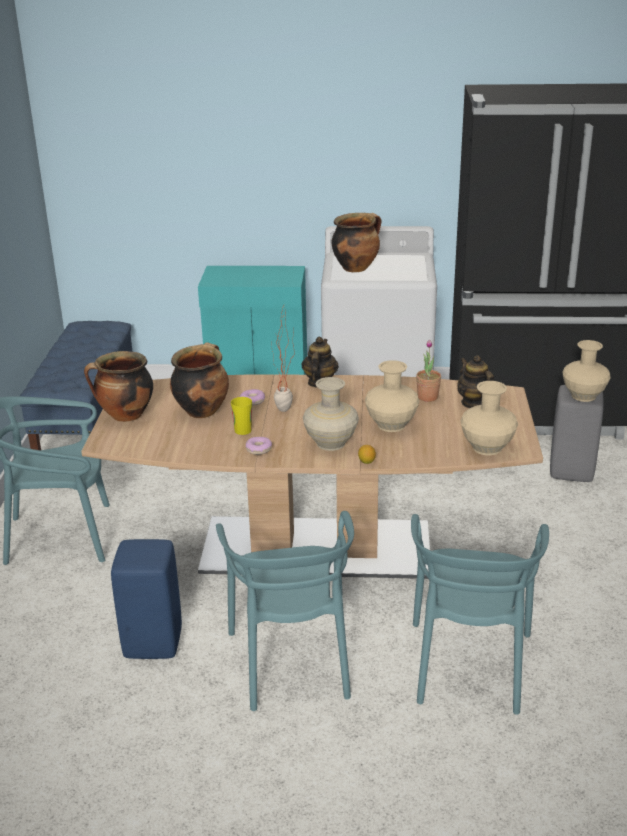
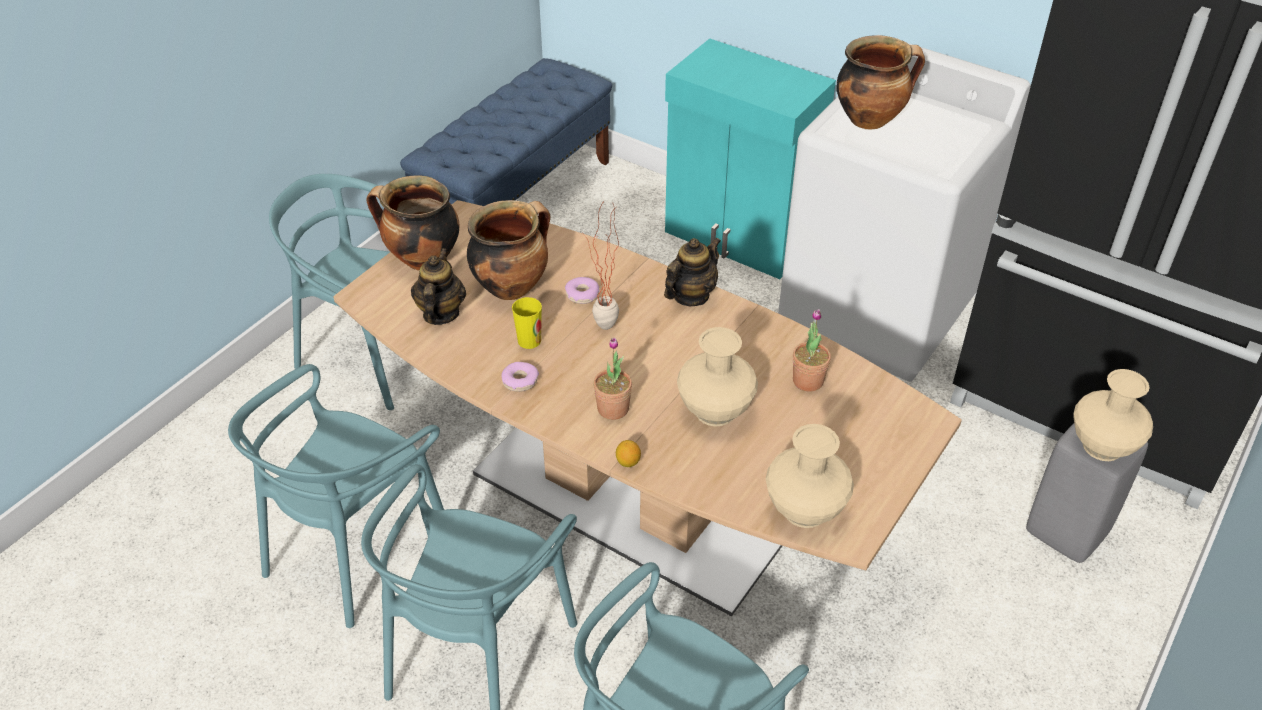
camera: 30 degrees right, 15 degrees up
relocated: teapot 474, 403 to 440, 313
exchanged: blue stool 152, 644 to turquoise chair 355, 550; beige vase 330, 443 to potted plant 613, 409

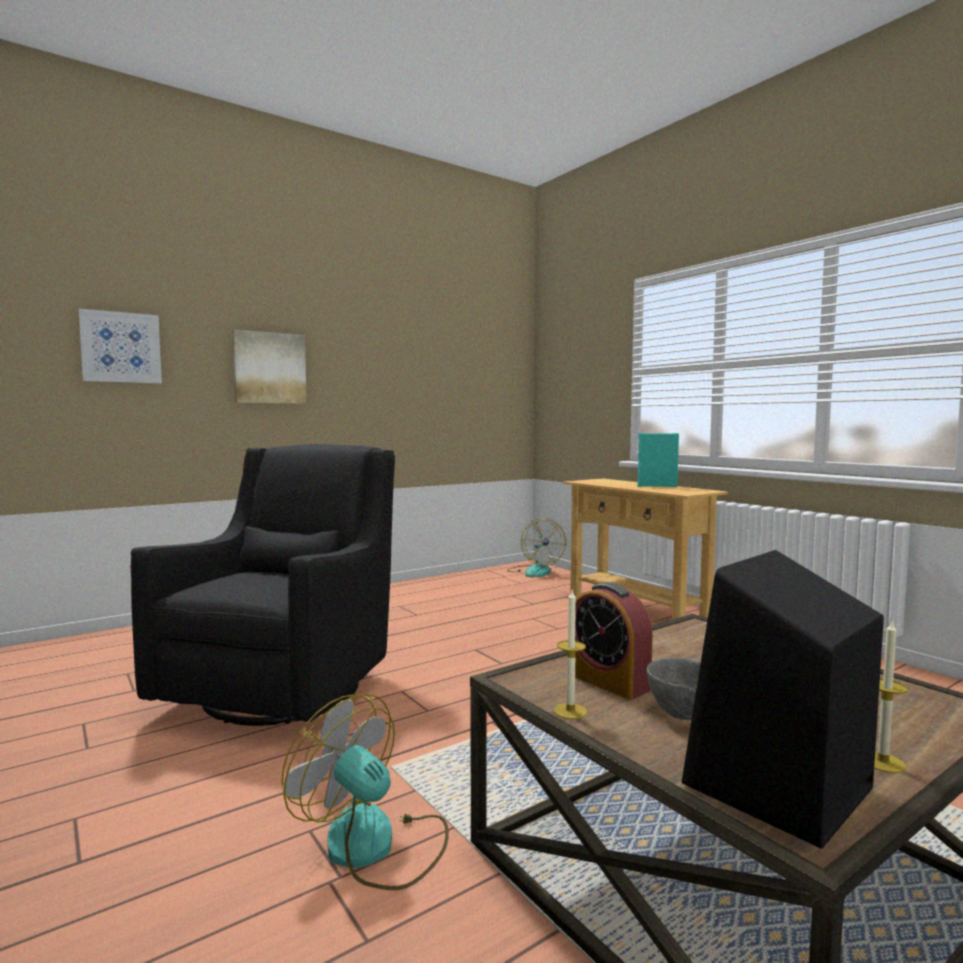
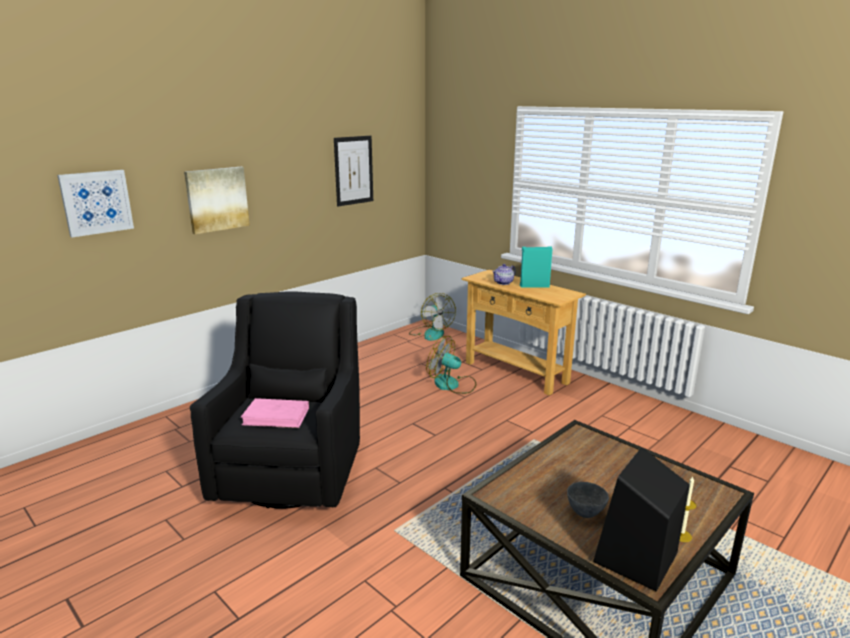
camera: 10 degrees left, 15 degrees up
missing: candle 570, 711; alarm clock 608, 681
appeared: pink book 276, 416; picture 353, 170; teapot 503, 283
relocated: fan 374, 846 to 452, 385

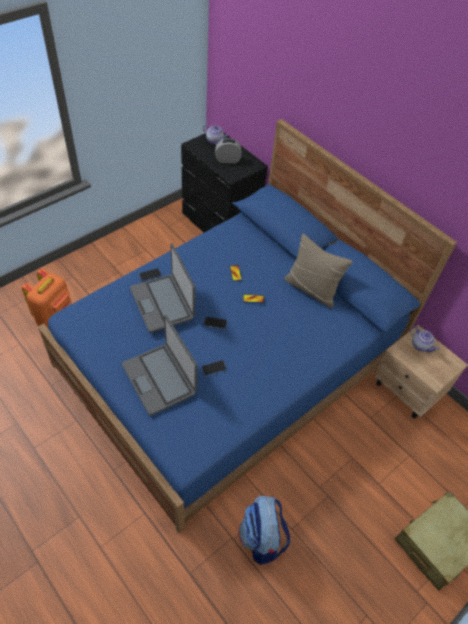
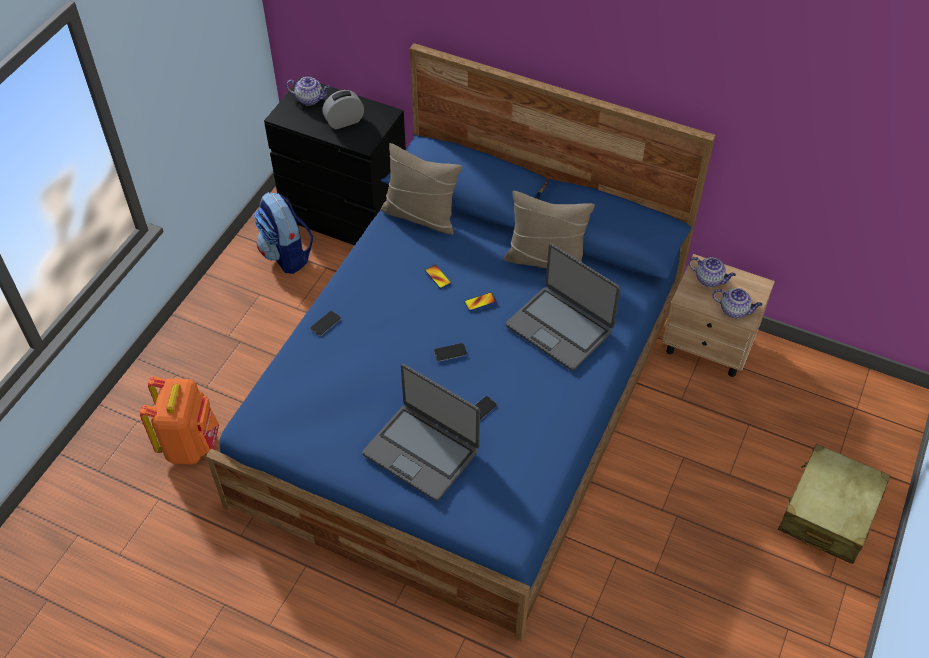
camera: 20 degrees left, 0 degrees up
appeared: beige pillow 421, 215; teapot 734, 310
relocated: laptop 162, 303 to 560, 328; backpack 262, 538 to 287, 255

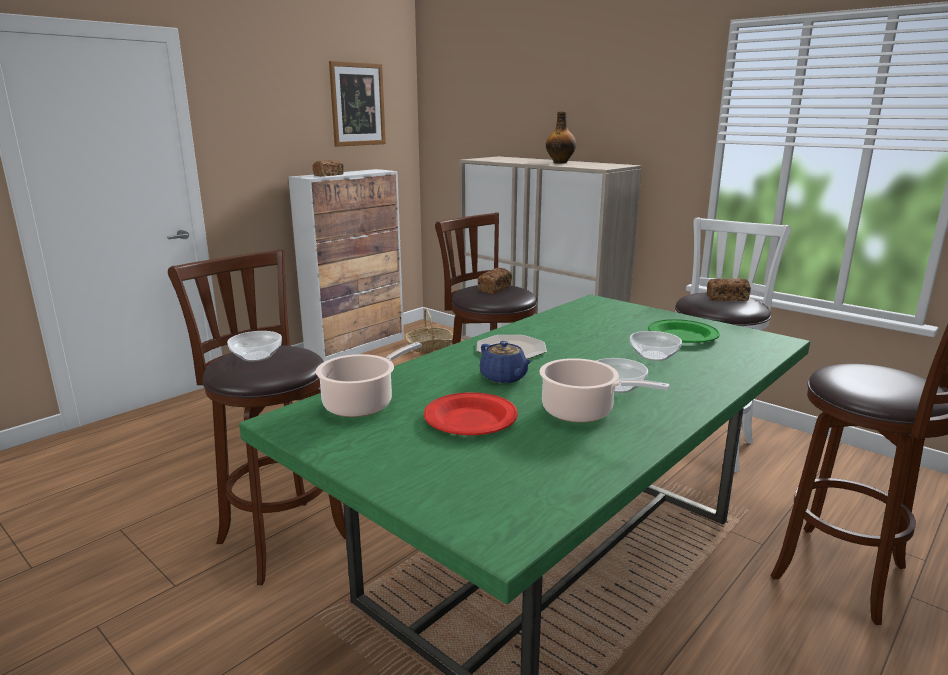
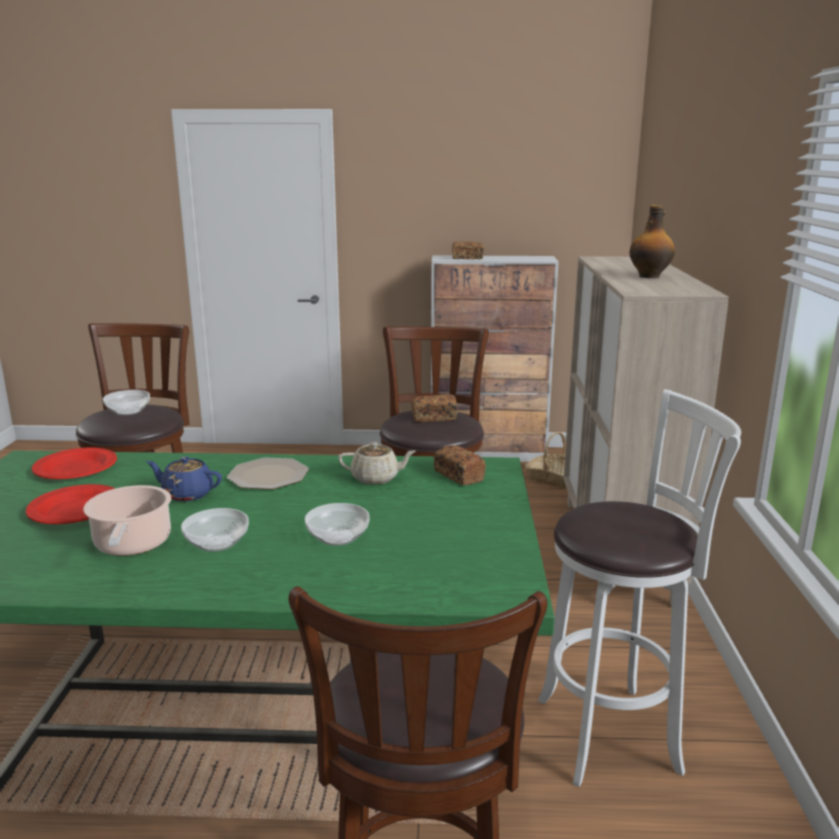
camera: 50 degrees right, 0 degrees up
missing: picture 357, 104; green plate 682, 336
appeared: beige teapot 376, 478
relocated: bread 727, 298 to 458, 475
exchanged: cooking pot 362, 404 to red plate 76, 468
spun: blue teapot 504, 377 = 187, 494 90 degrees clockwise

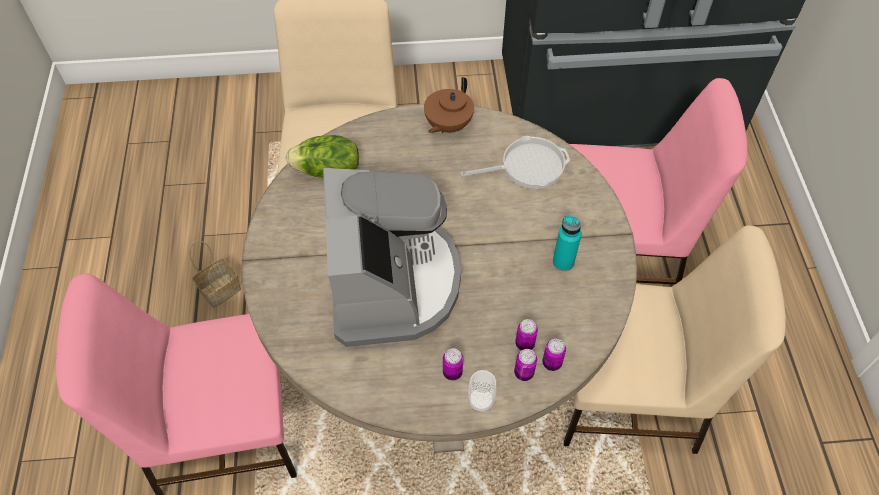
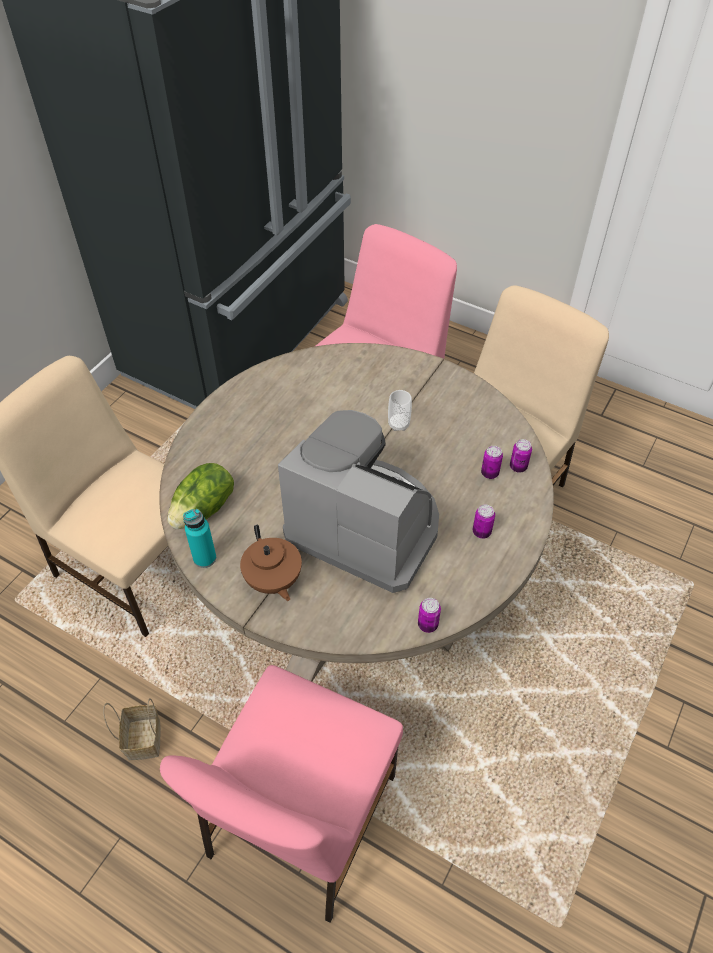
camera: 55 degrees left, 5 degrees down
missing: frying pan 527, 167
relocated: brown teapot 447, 125 to 273, 581; cup 481, 401 to 398, 424; can 524, 373 to 427, 624; turquoise bottle 563, 262 to 204, 558

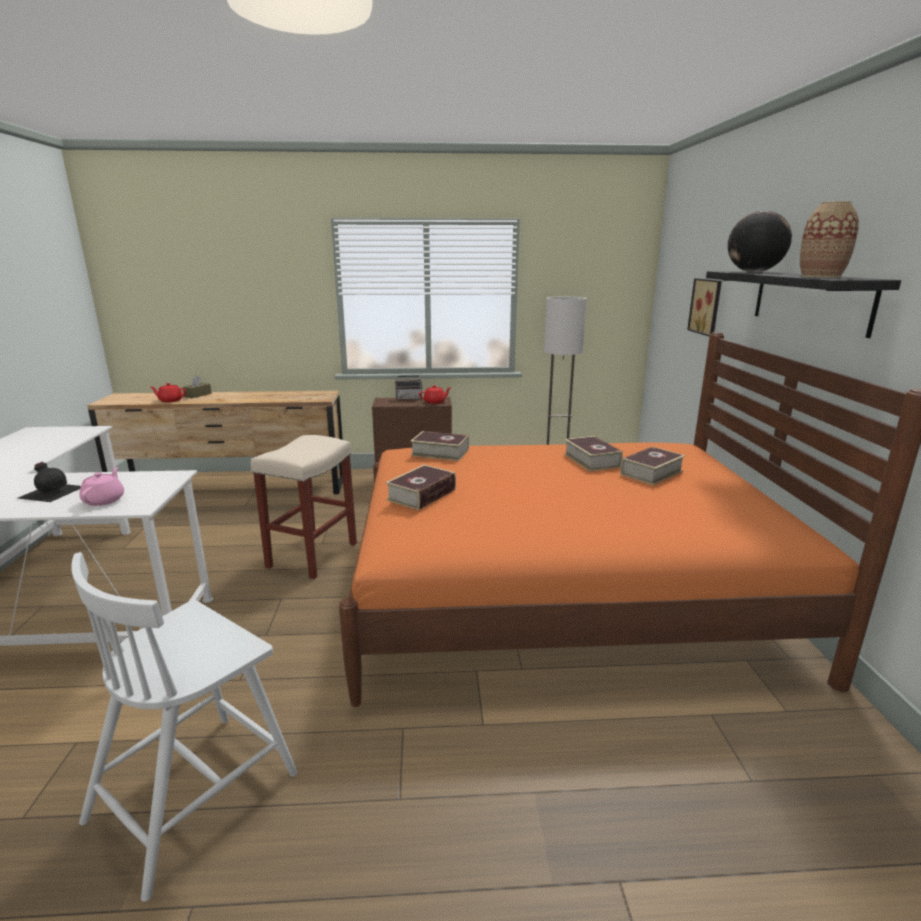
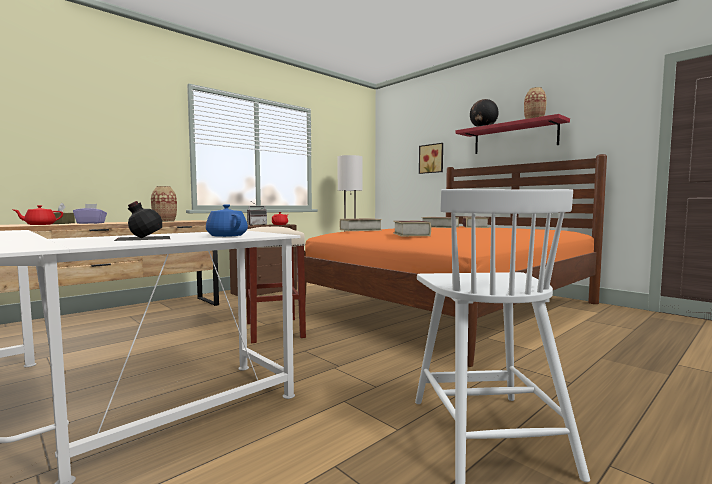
camera: 40 degrees left, 15 degrees down
appeared: purple tissue box 91, 223; vase 165, 221
colour: pink teapot 105, 500 to blue teapot 227, 236; black shelf 809, 300 to red shelf 514, 138

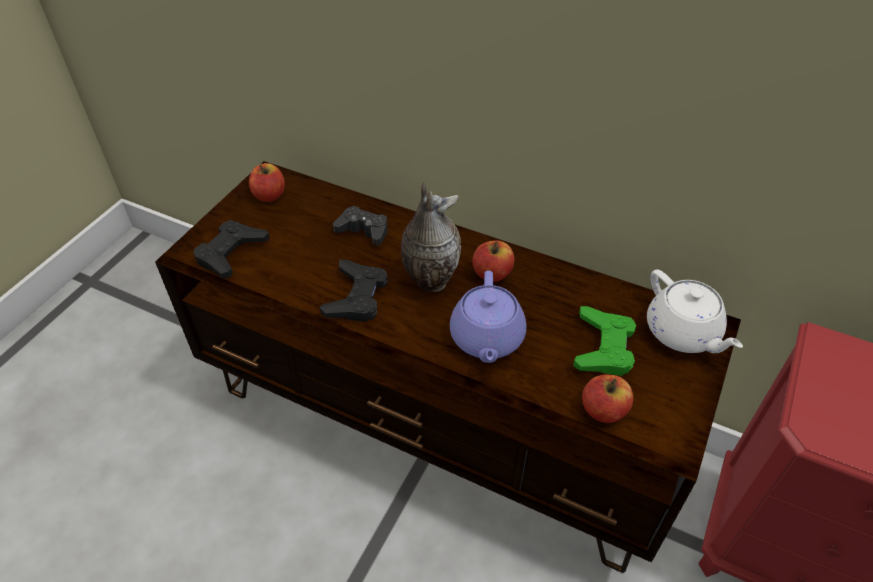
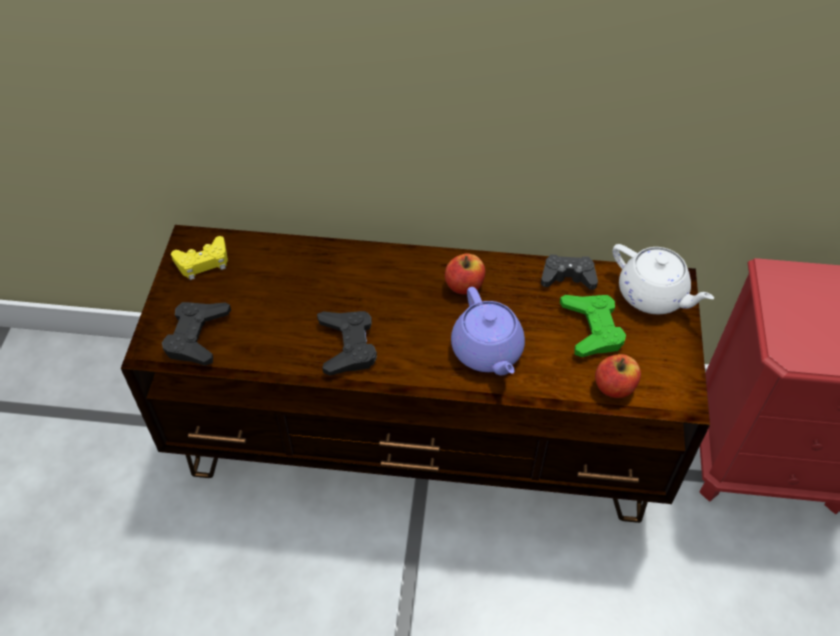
camera: 20 degrees left, 5 degrees up
missing: vase 429, 280
relocated: black game controller 363, 230 to 568, 277
exchanged: apple 269, 195 to yellow game controller 203, 262

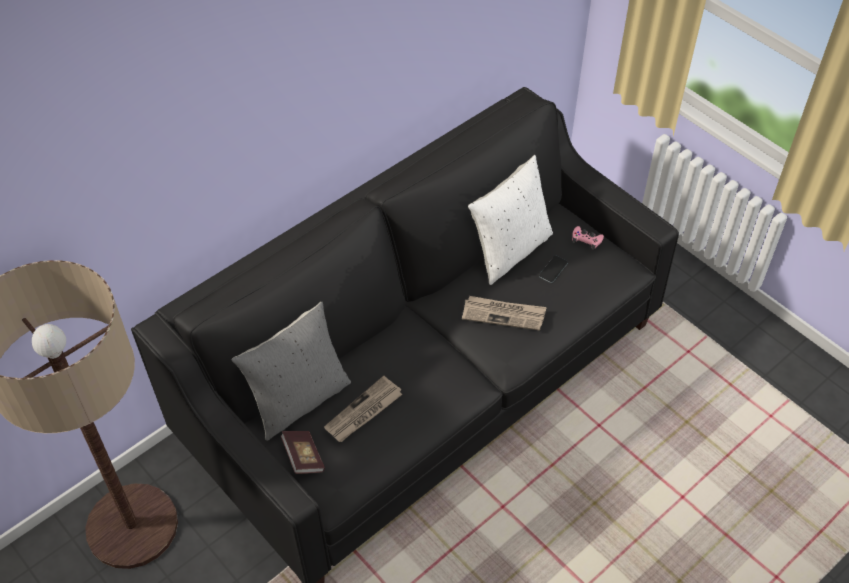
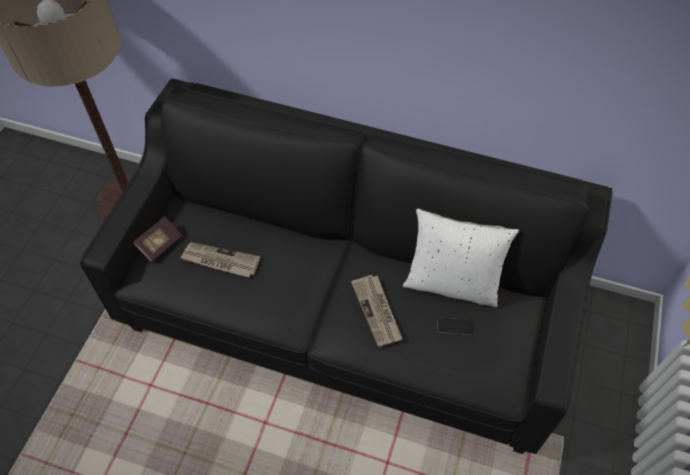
camera: 60 degrees right, 5 degrees up
missing: grey pillow 298, 400; pink game controller 586, 240

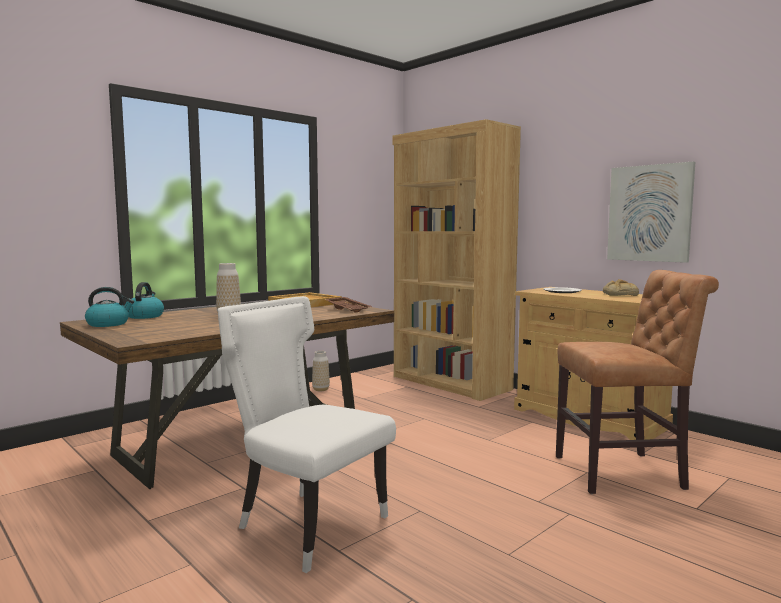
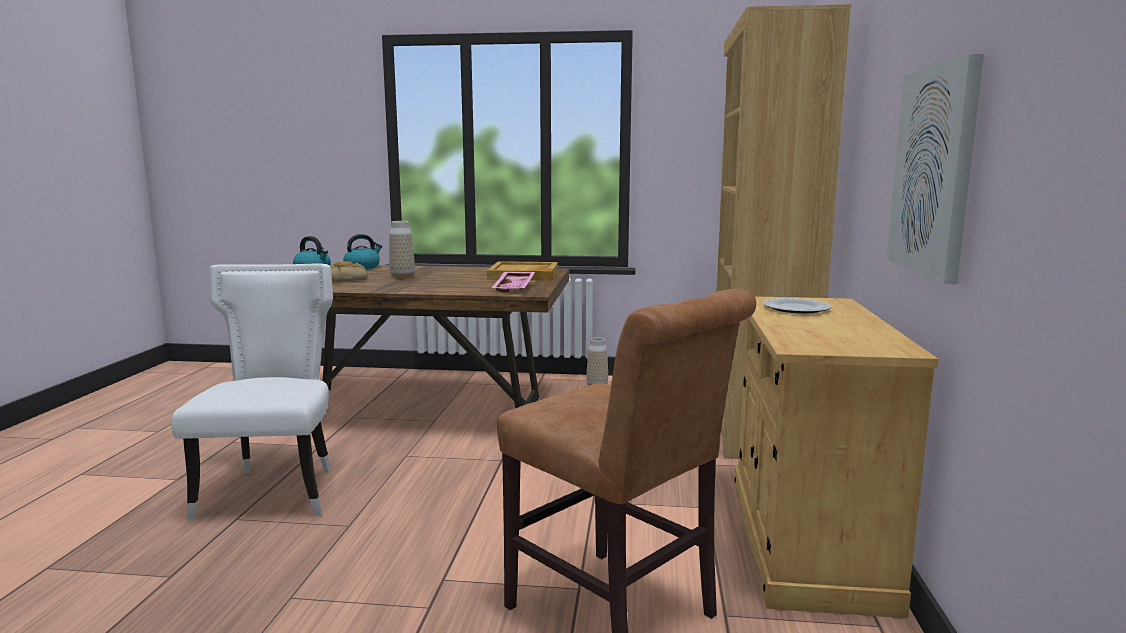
camera: 50 degrees right, 5 degrees up
relocated: bread 619, 294 to 346, 279
colour: brown tray 348, 309 to pink tray 515, 288

